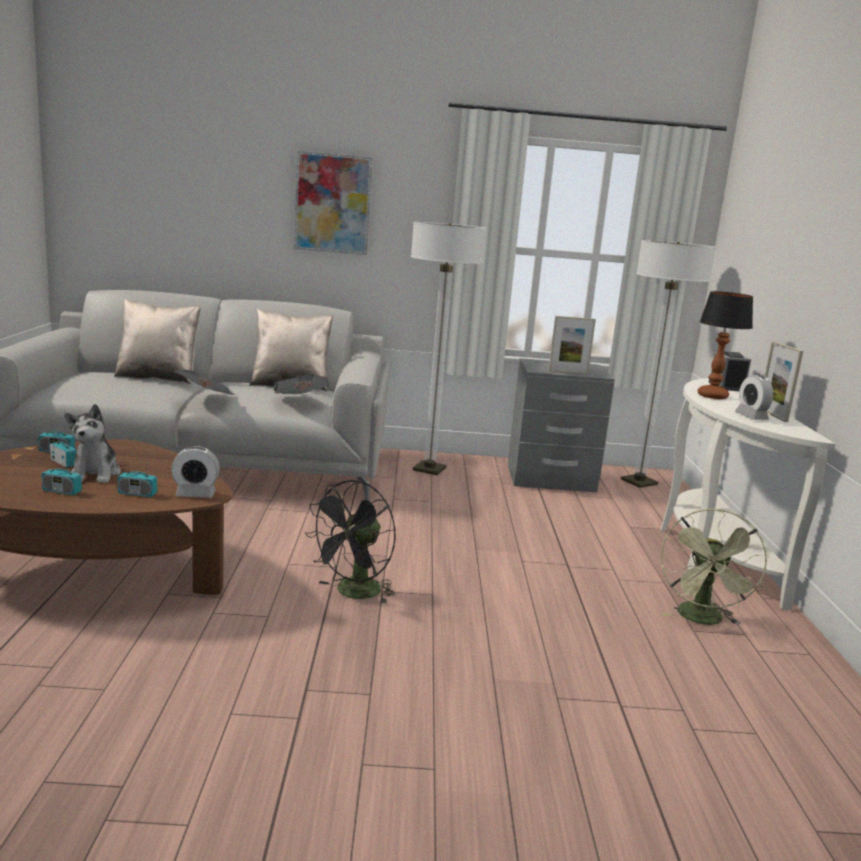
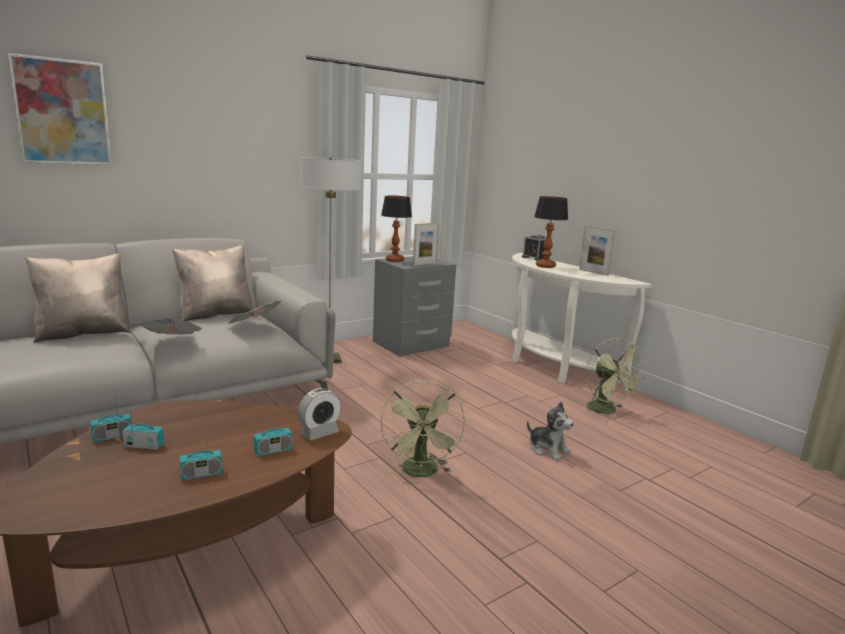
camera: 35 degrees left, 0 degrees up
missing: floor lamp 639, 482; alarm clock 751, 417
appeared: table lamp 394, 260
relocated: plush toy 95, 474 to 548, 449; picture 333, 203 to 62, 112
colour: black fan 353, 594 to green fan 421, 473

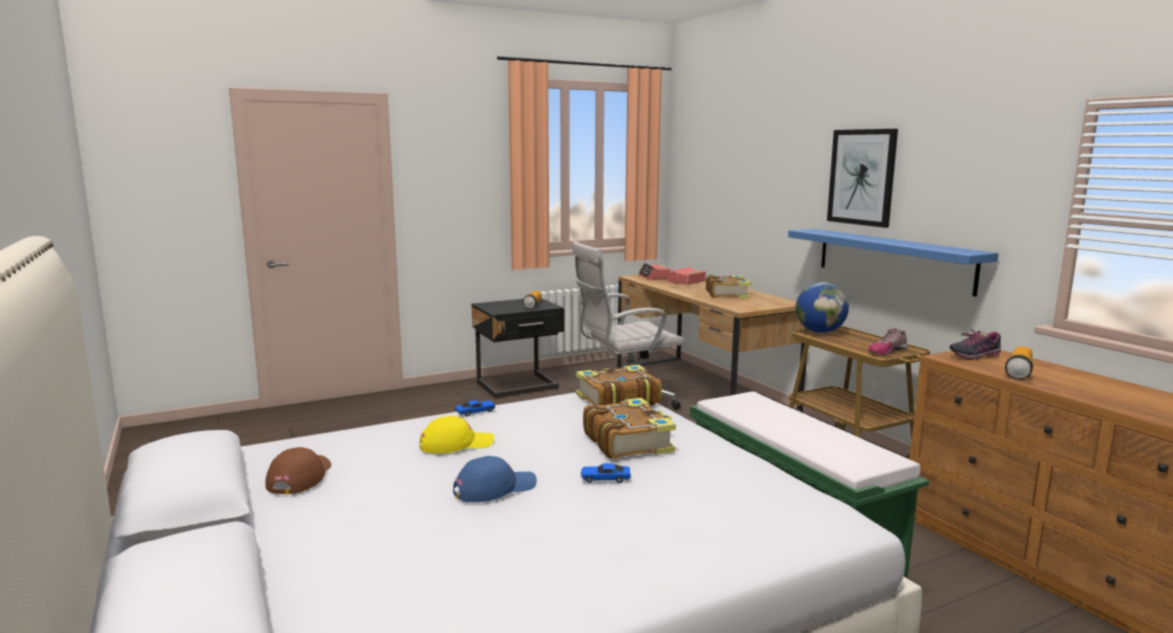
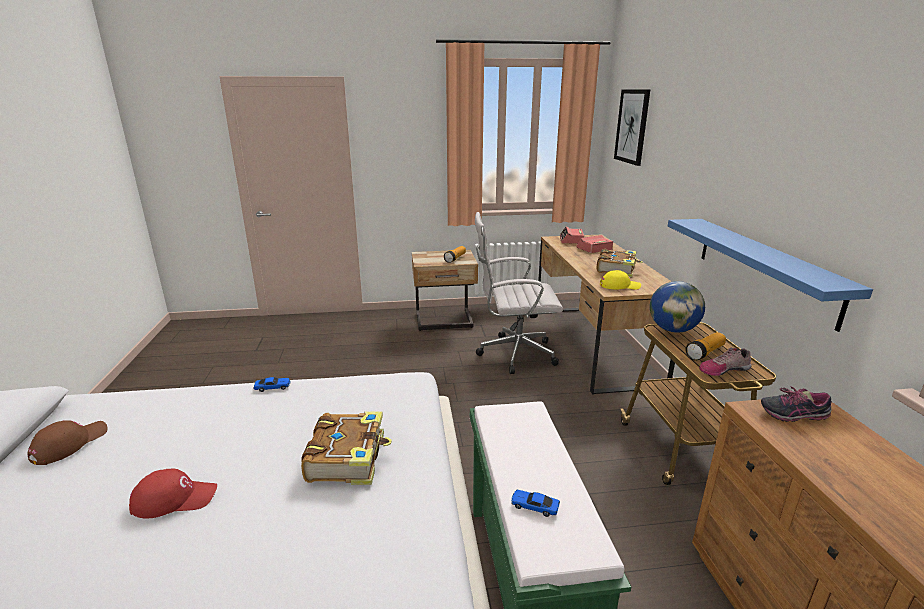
camera: 20 degrees right, 10 degrees up
missing: book 617, 400
relocated: yellow cap 456, 444 to 619, 286; toy car 605, 479 to 534, 506; picture 862, 177 to 632, 126; flashlight 1019, 372 to 705, 353
colour: blue cap 494, 488 to red cap 175, 498; black nightstand 519, 387 to beige nightstand 444, 321

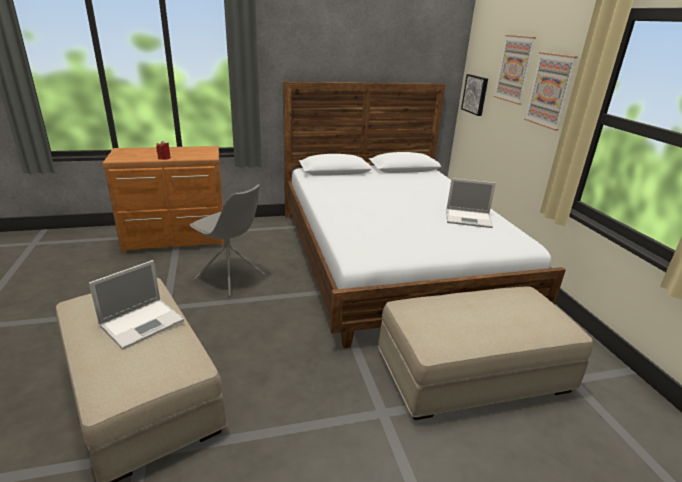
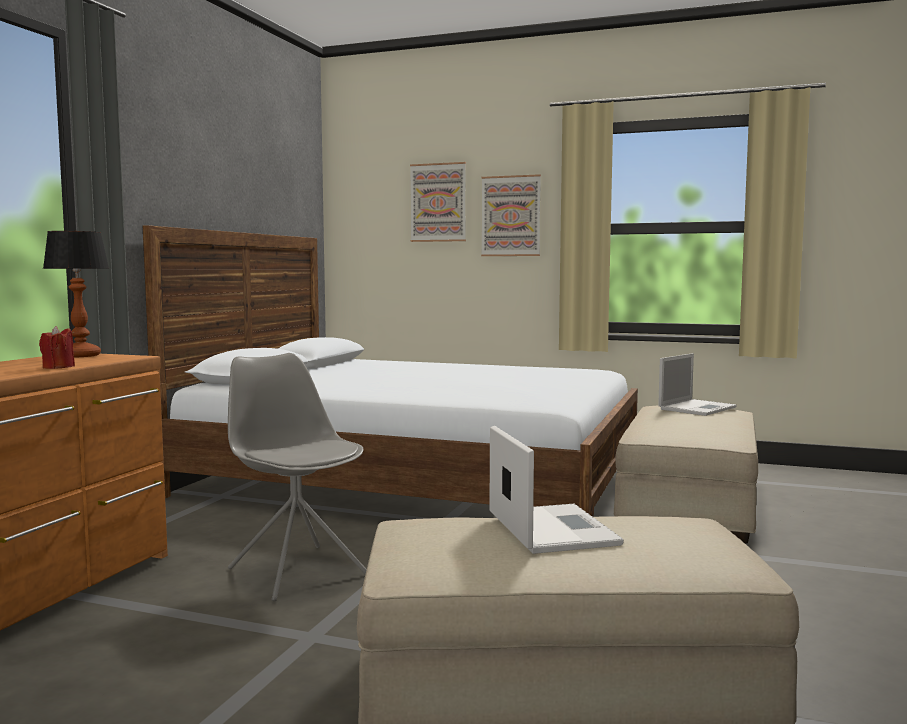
camera: 55 degrees left, 20 degrees down
missing: picture 475, 94
appeared: table lamp 82, 355
relocated: laptop 469, 218 to 697, 408
spun: grey chair 230, 278 = 297, 571 105 degrees counterclockwise

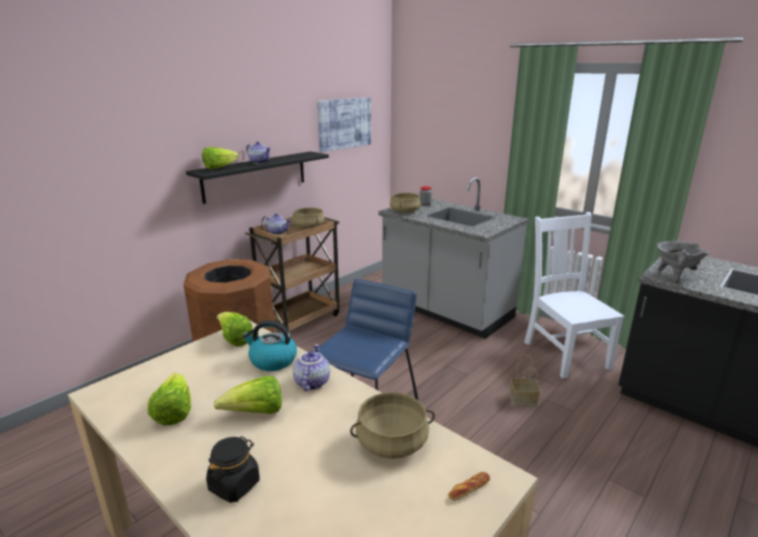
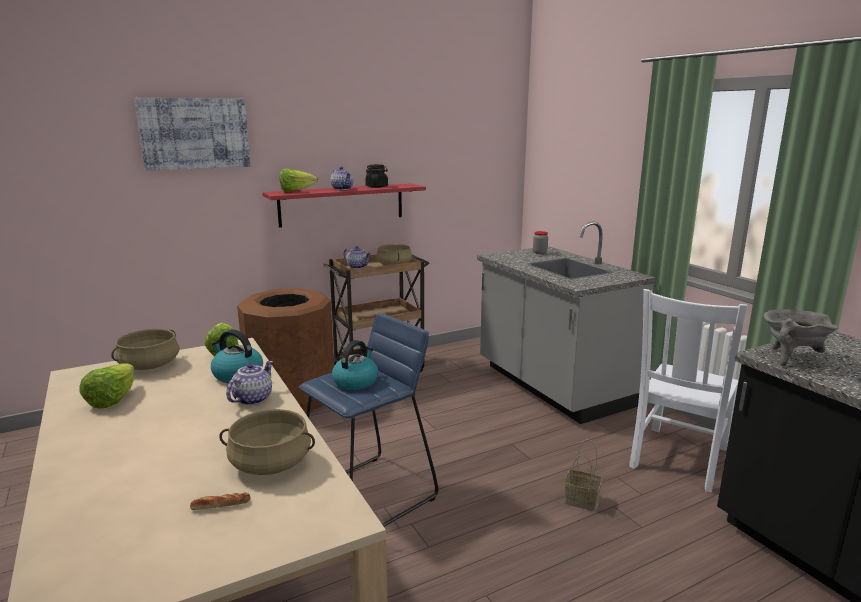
camera: 20 degrees right, 5 degrees down
missing: lettuce 256, 413
appeared: kettle 356, 381
relocated: black jar 234, 485 to 377, 187; picture 344, 123 to 195, 133; beige cooking pot 404, 211 to 149, 365; bread 469, 489 to 221, 505
colour: black shelf 255, 176 to red shelf 342, 204
spun: white chair 564, 353 = 677, 459 150 degrees counterclockwise

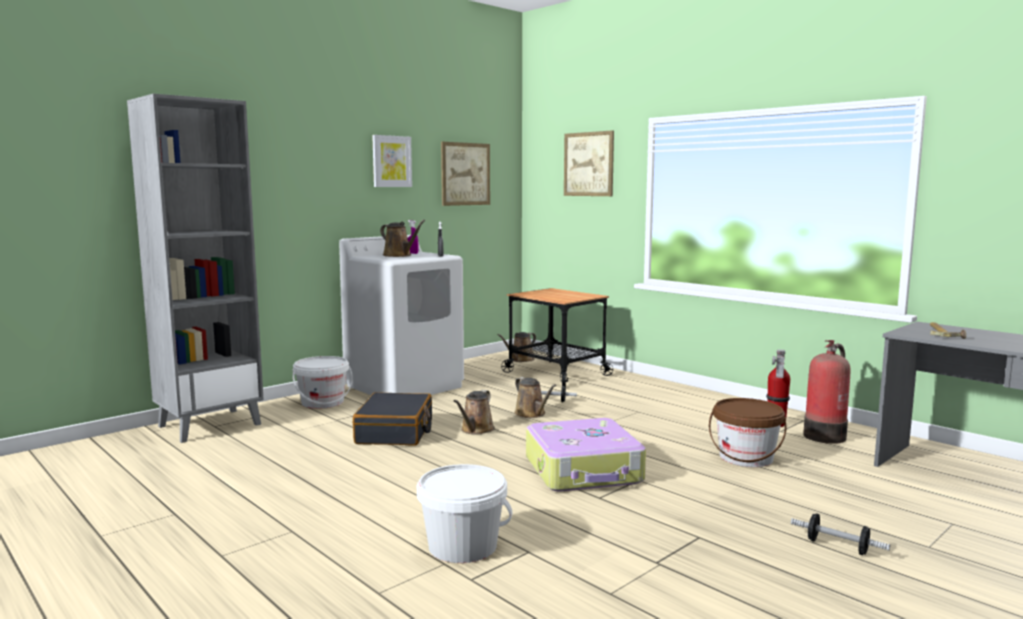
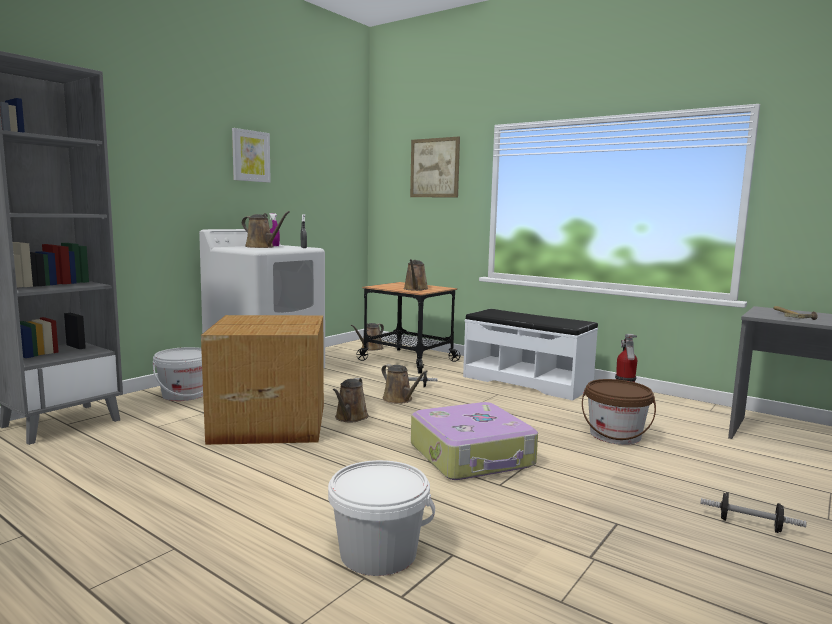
camera: 10 degrees left, 0 degrees up
missing: picture 465, 174; fire extinguisher 826, 435
appeared: brown watering can 415, 289; white bench 527, 382
exchanged: black suitcase 395, 432 to cardboard box 268, 423

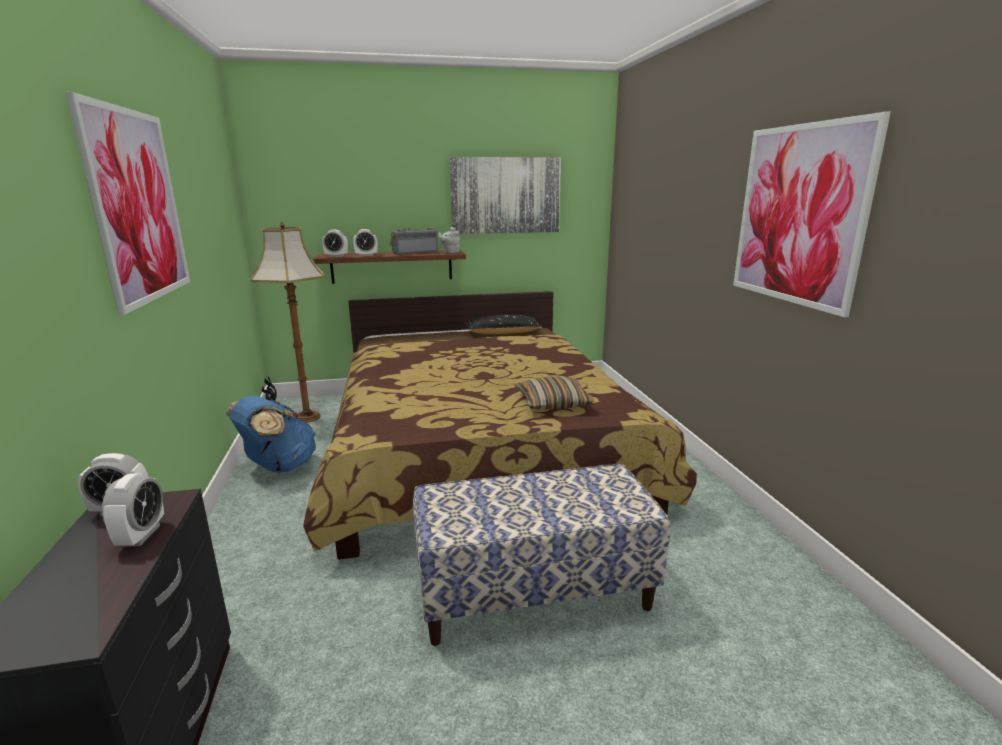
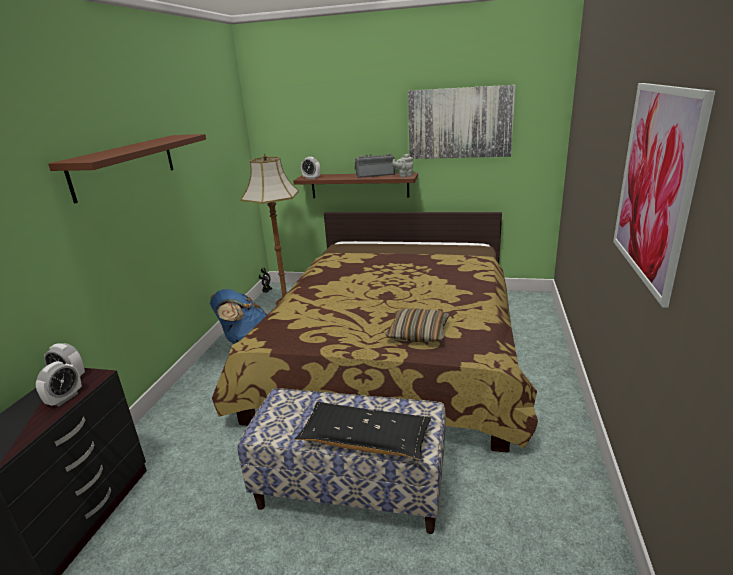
camera: 25 degrees right, 5 degrees up
missing: alarm clock 366, 255
relocated: black pillow 503, 332 to 365, 440
exchanged: picture 138, 206 to brown shelf 125, 165

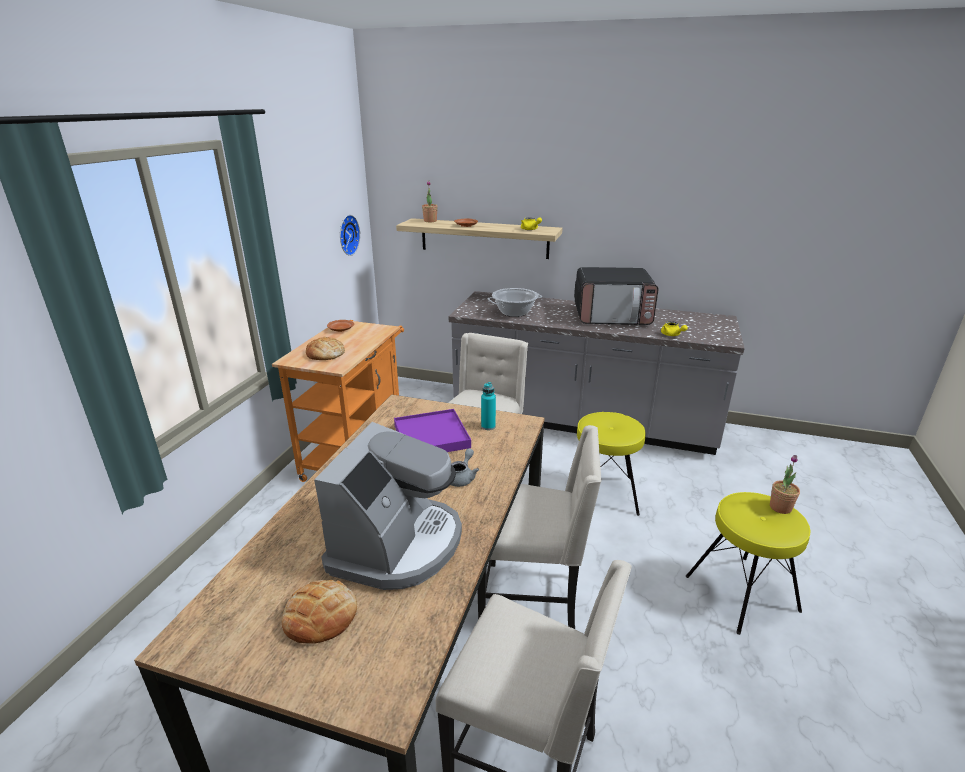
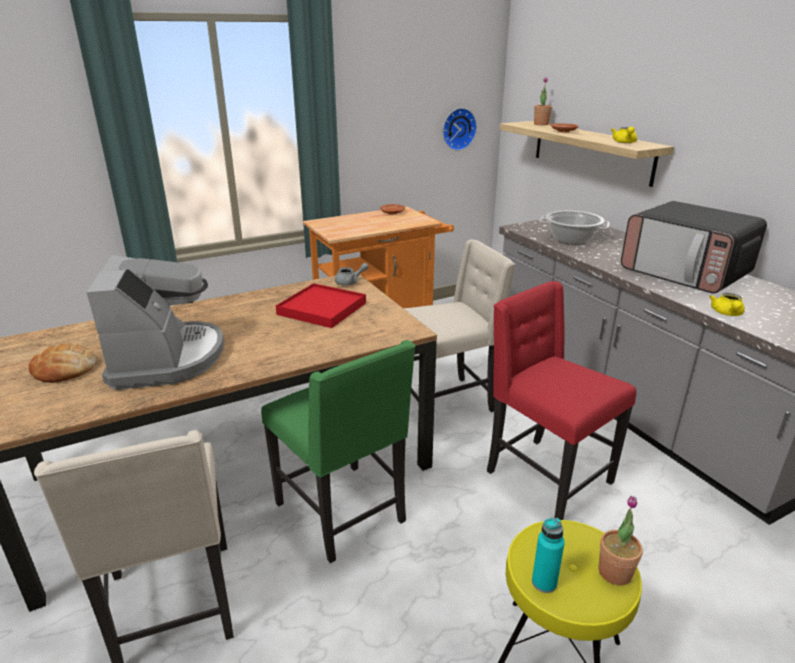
camera: 45 degrees right, 0 degrees up
missing: bread 325, 353
relocated: grey teapot 462, 477 to 350, 282; turquoise bottle 488, 426 to 544, 582
exchanged: yellow stool 603, 493 to red chair 545, 477
colour: purple tray 432, 436 to red tray 322, 309; beige chair 532, 600 to green chair 343, 513
spun: coffee machine 397, 544 = 167, 358 75 degrees counterclockwise

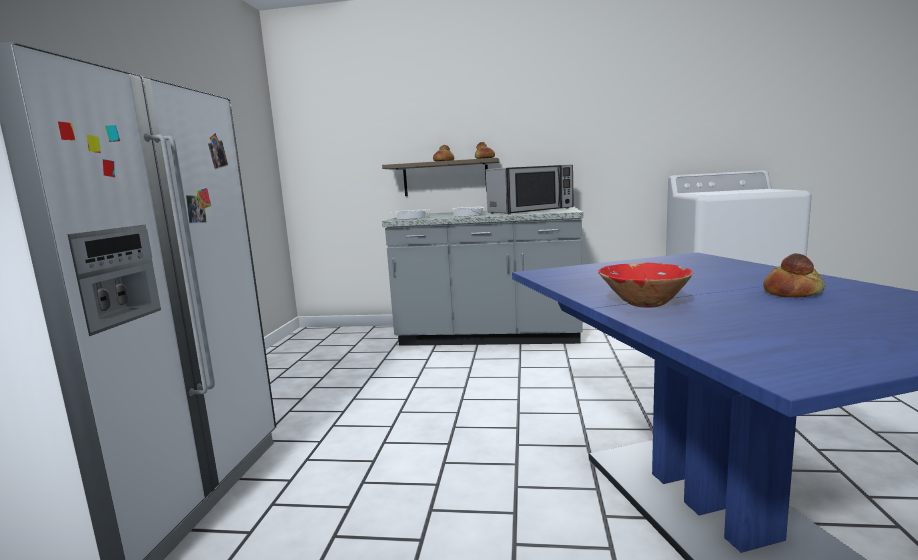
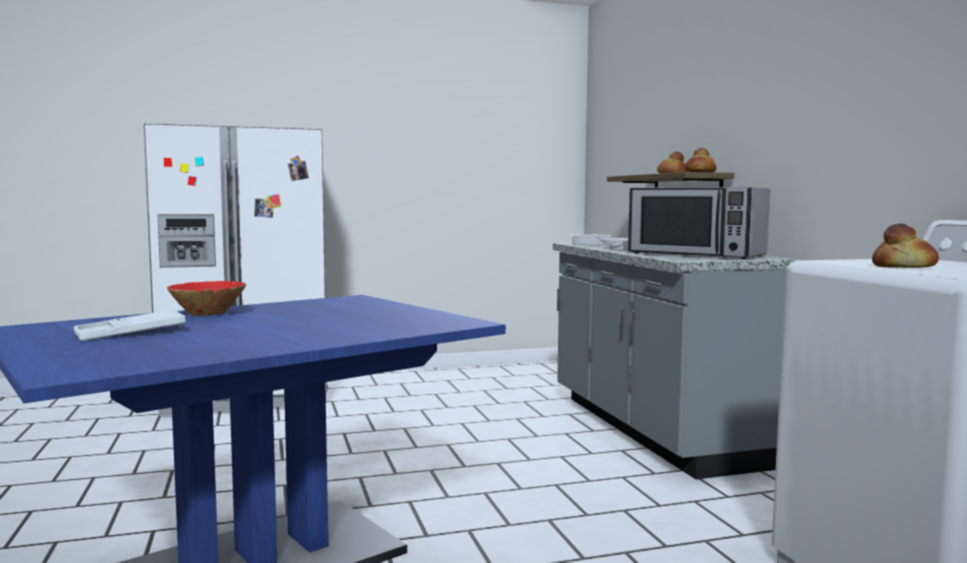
camera: 65 degrees right, 5 degrees down
appeared: white tray 131, 333
relocated: bread 793, 293 to 904, 267

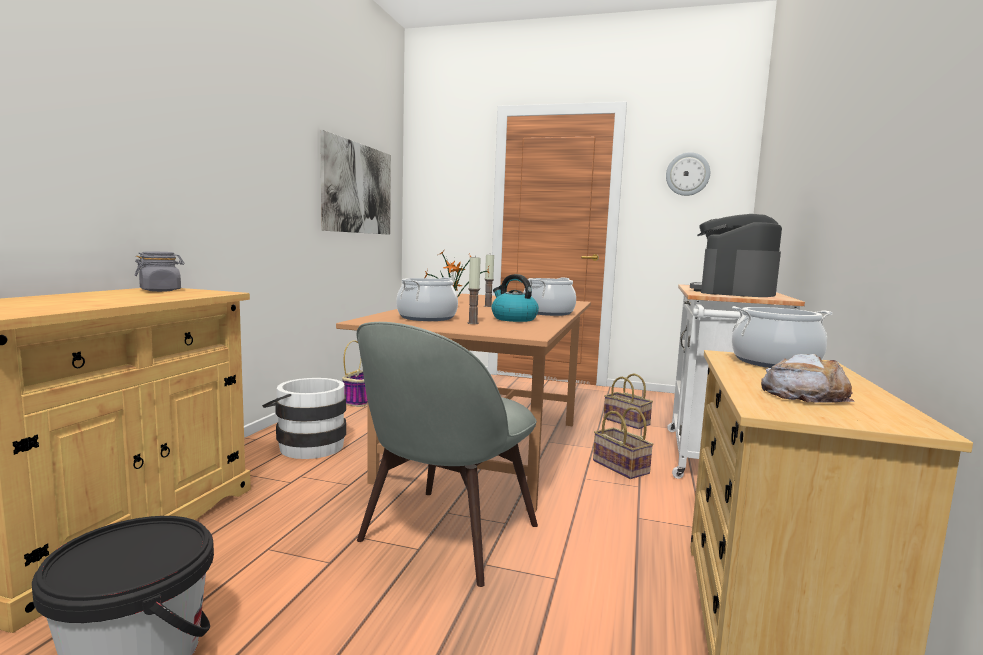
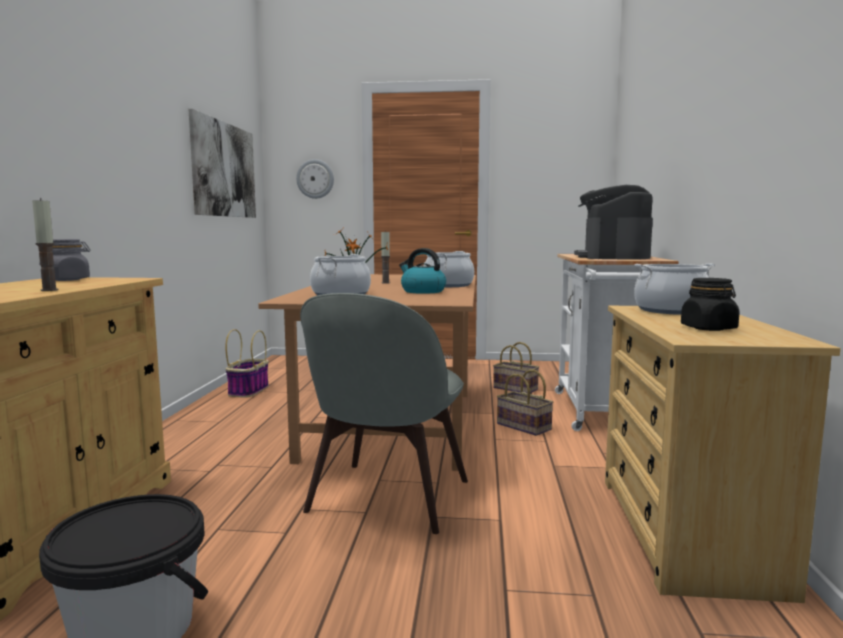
camera: 10 degrees left, 0 degrees up
missing: white bucket 307, 445
relocated: candle 472, 323 to 49, 290; wall clock 687, 174 to 315, 179
exchanged: bread 804, 394 to black jar 709, 328

